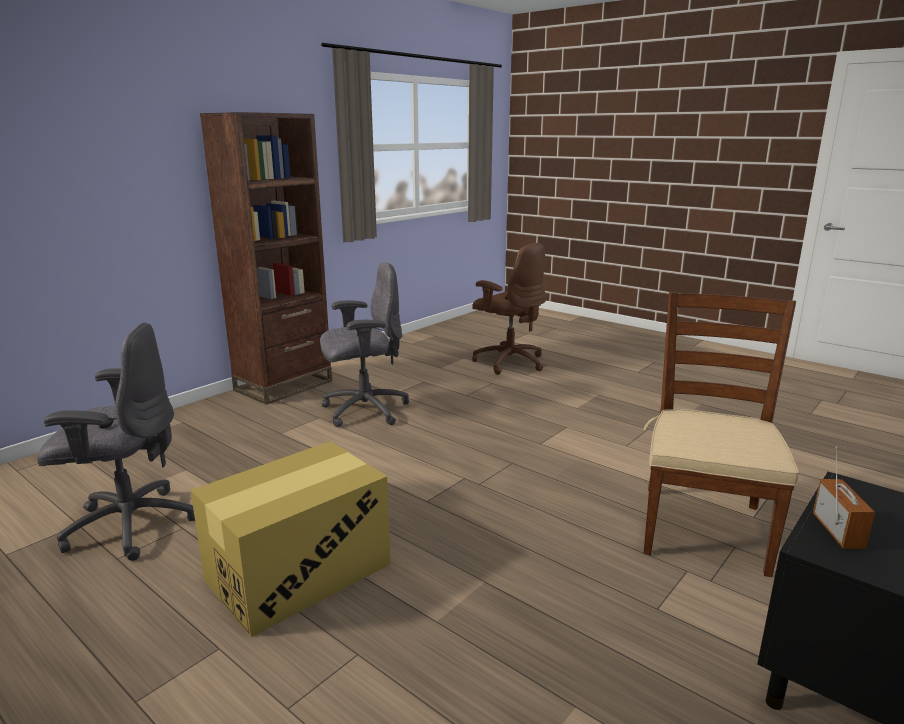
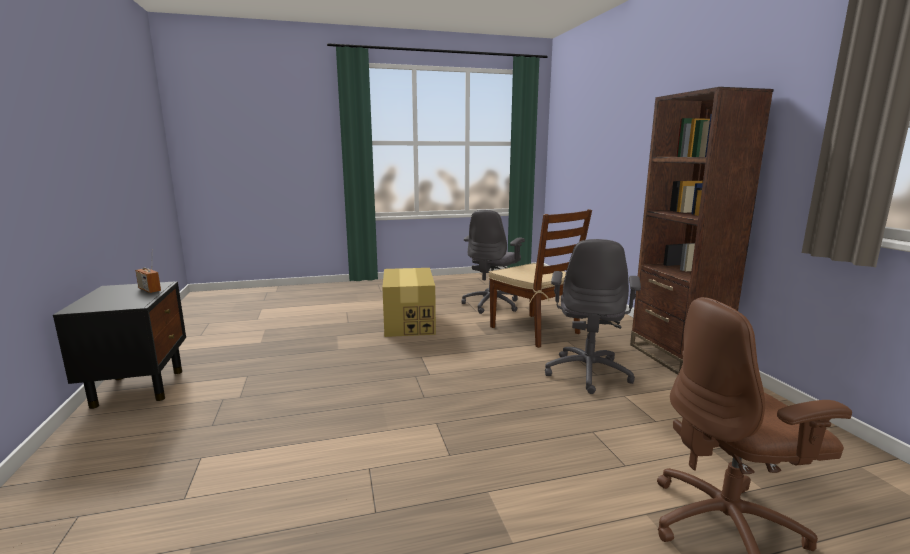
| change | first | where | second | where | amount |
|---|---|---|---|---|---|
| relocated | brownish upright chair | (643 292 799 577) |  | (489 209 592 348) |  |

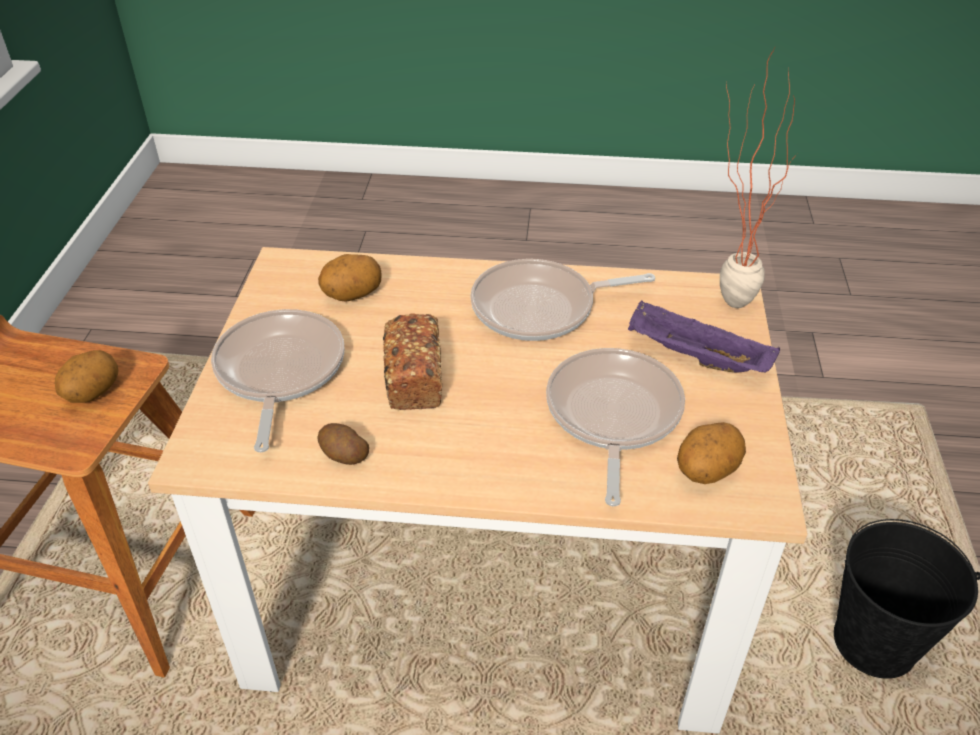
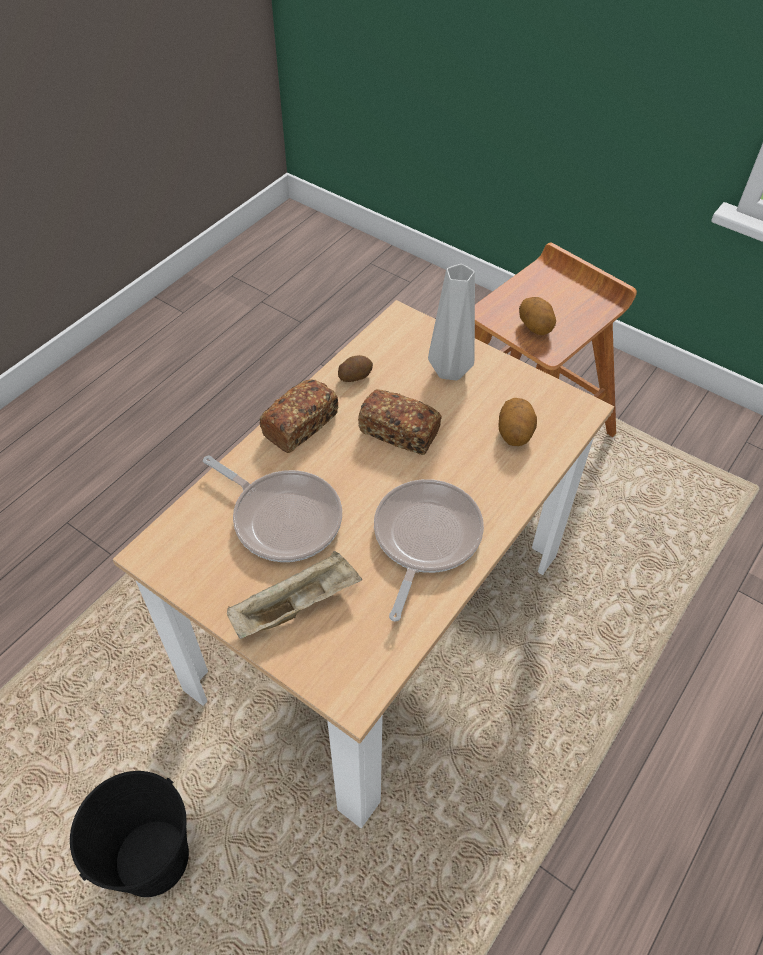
| change | first | where | second | where | amount |
|---|---|---|---|---|---|
| missing | plant in a pot | (720 47 797 308) |  |  |  |
| colour | purplish serving tray | (628 301 780 373) | beige-coloured serving tray | (227 551 362 639) |  |
| exchanged | pan | (211 309 345 453) | gray decorative vase | (428 264 475 381) |  |
| missing | spud | (677 422 746 484) |  |  |  |
| appeared |  |  | bread | (259 379 339 453) |  |

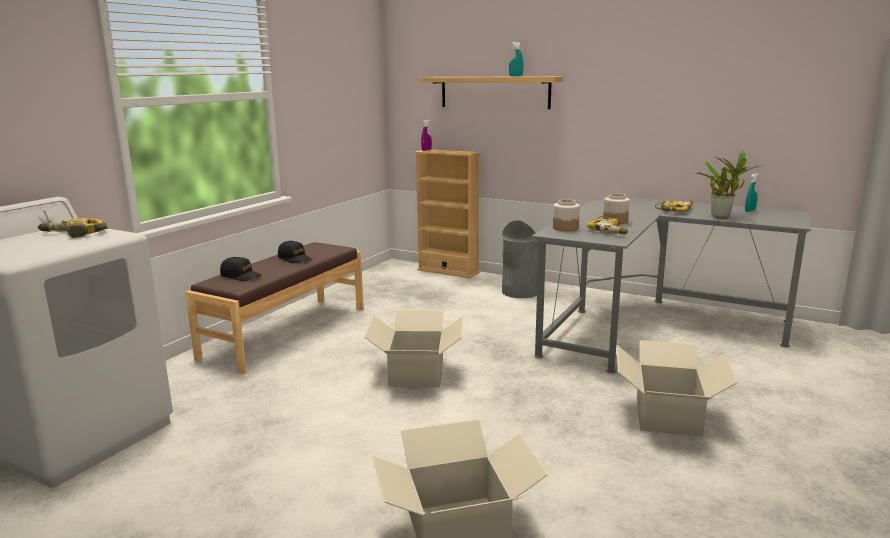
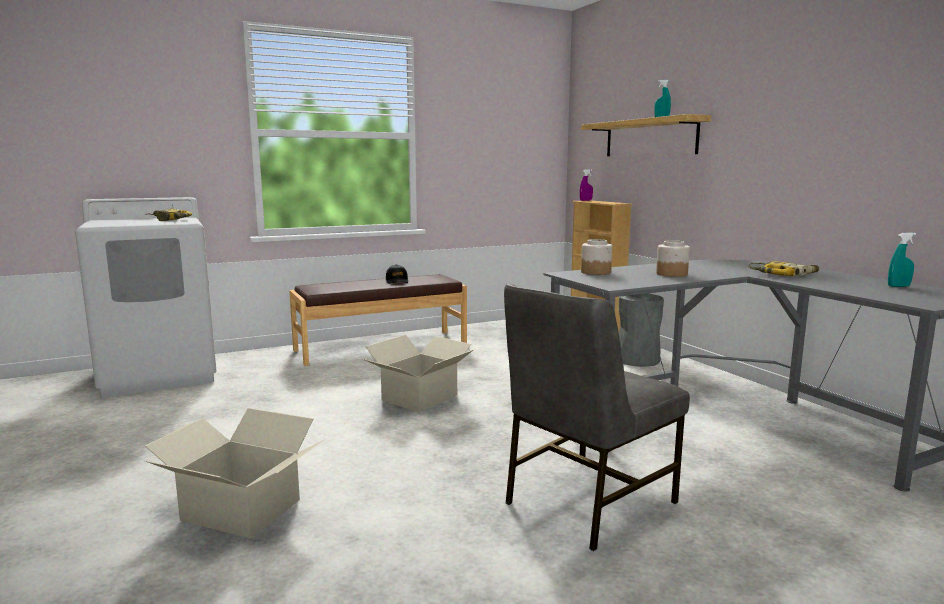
| change | first | where | second | where | amount |
|---|---|---|---|---|---|
| missing | plant in a pot | (695 151 763 219) |  |  |  |
| missing | drill | (586 216 632 234) |  |  |  |
| missing | black-coloured peaked cap | (220 257 262 281) |  |  |  |
| exchanged | packing box | (616 340 738 437) | gray upright chair | (504 283 690 551) |  |

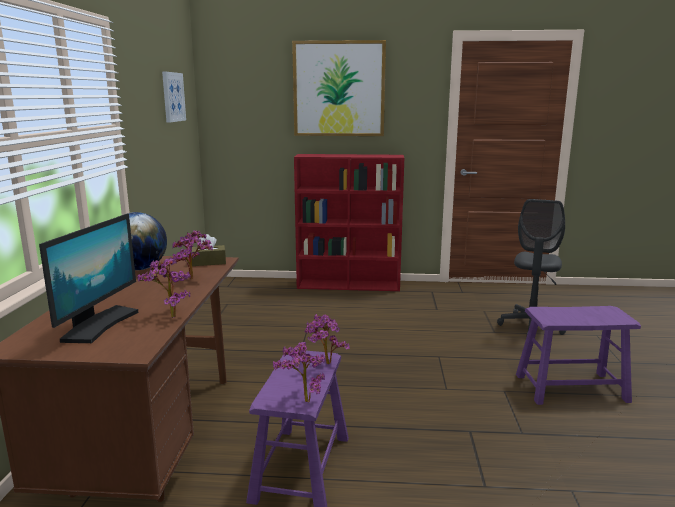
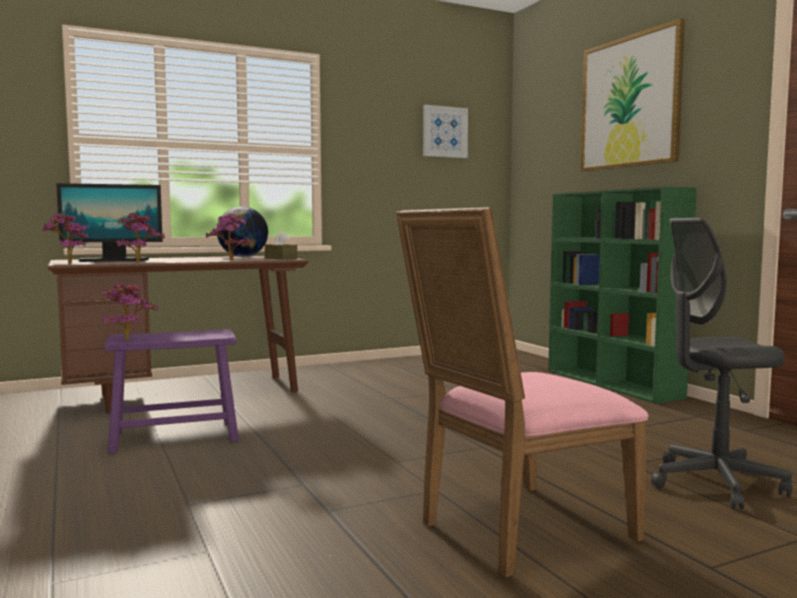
| change | first | where | second | where | amount |
|---|---|---|---|---|---|
| colour | reddish bookcase | (294 154 404 291) | green bookcase | (548 187 697 404) |  |
| exchanged | purplish sitting stool | (516 306 641 405) | pinkish upright chair | (396 207 648 578) |  |
| relocated | plant in a pot | (304 314 350 364) |  | (42 212 89 264) |  |

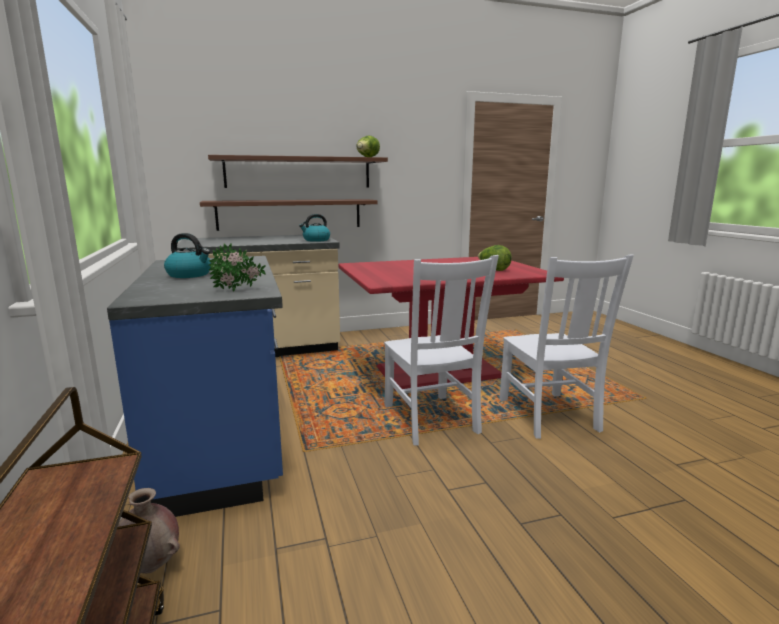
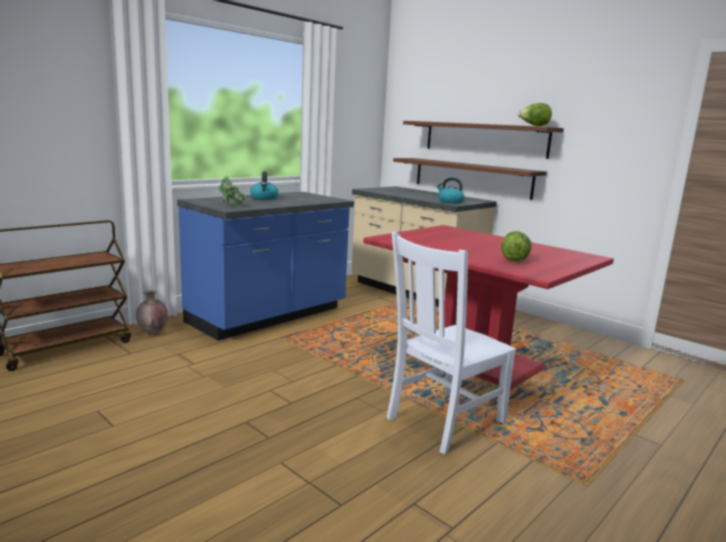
| change | first | where | second | where | amount |
|---|---|---|---|---|---|
| missing | whitish upright chair | (384 255 499 445) |  |  |  |

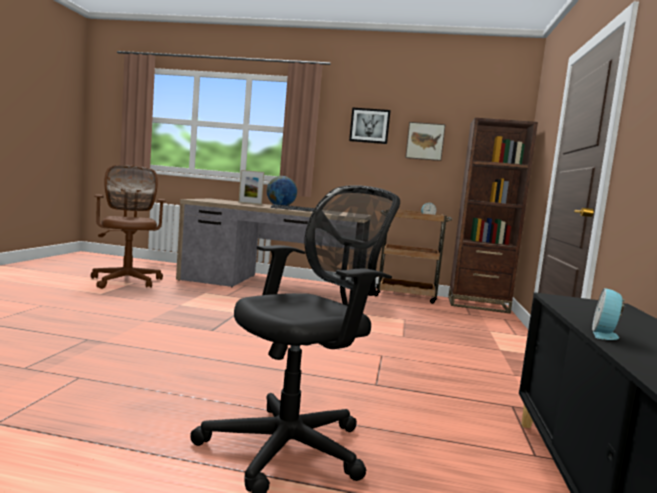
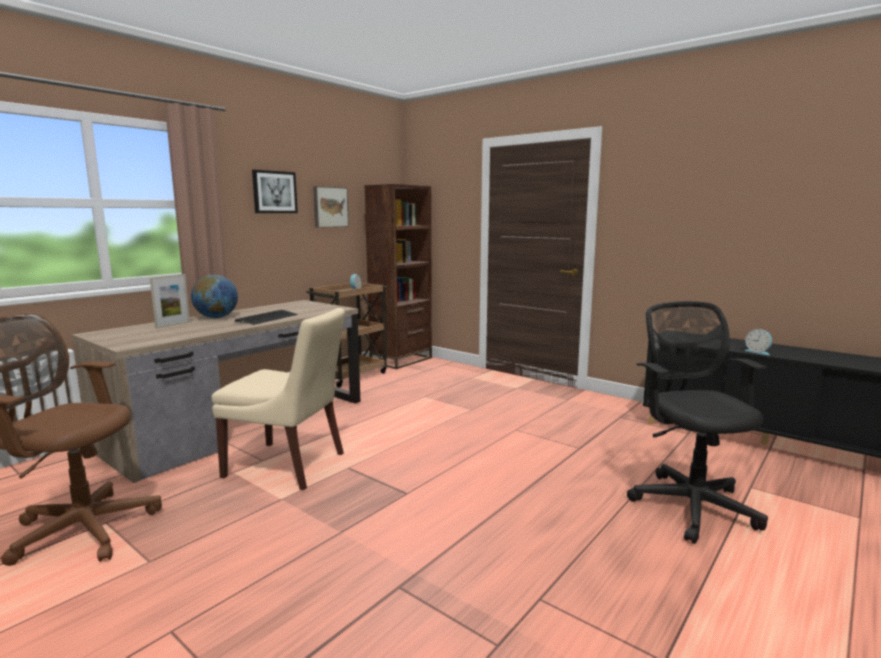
| change | first | where | second | where | amount |
|---|---|---|---|---|---|
| appeared |  |  | beige-coloured upright chair | (212 308 345 490) |  |

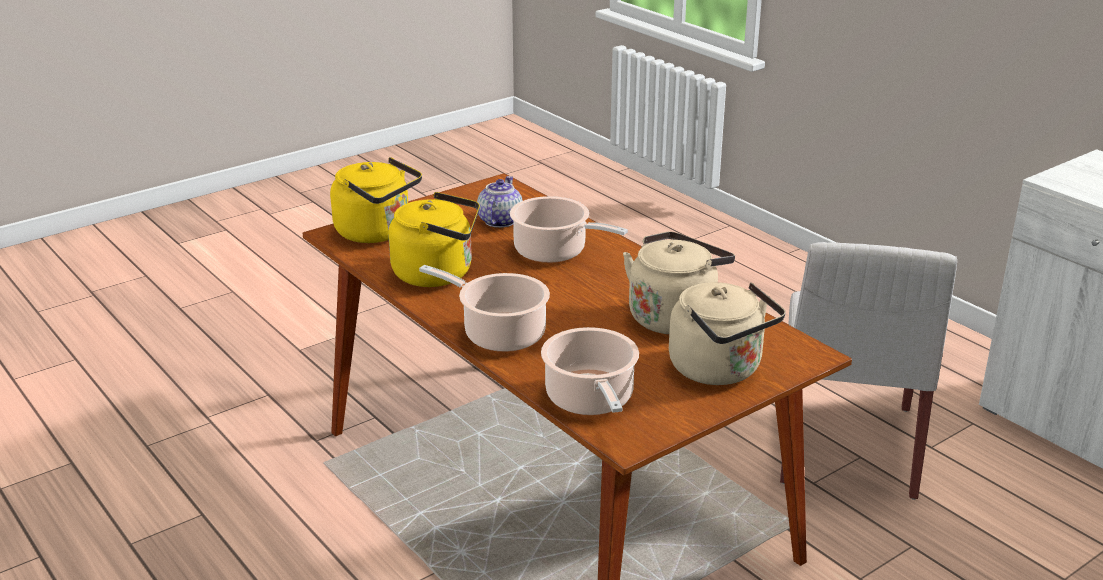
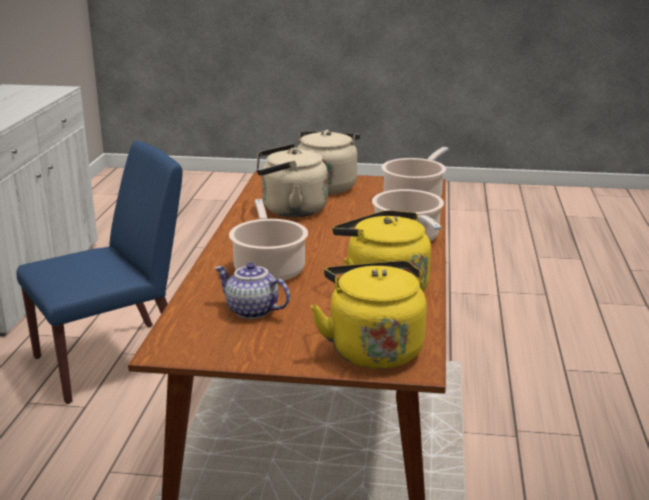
| change | first | where | second | where | amount |
|---|---|---|---|---|---|
| spun | tea pot | (477 176 523 228) |  | (215 263 290 319) | 60 degrees clockwise |
| colour | whitish upright chair | (780 242 957 500) | blue-coloured upright chair | (17 141 182 404) |  |

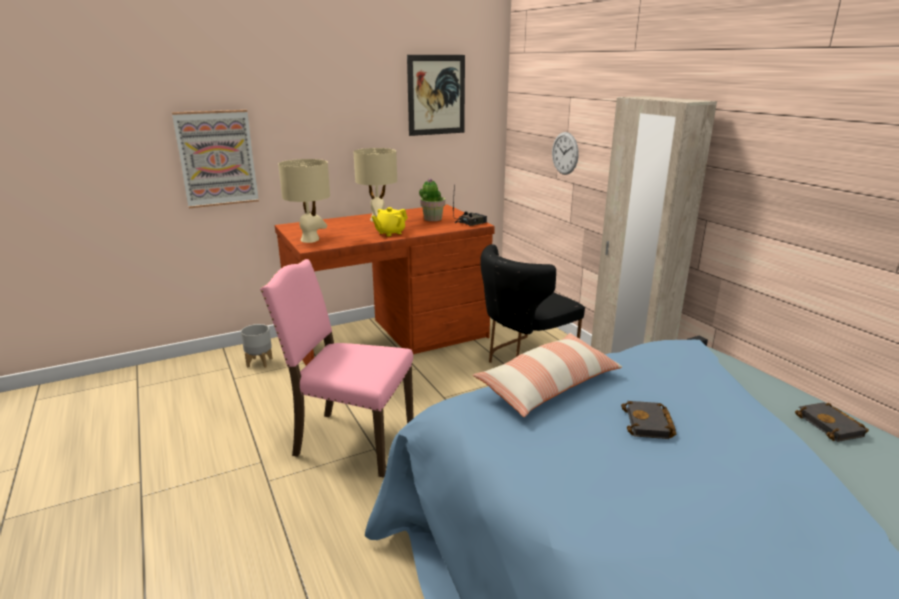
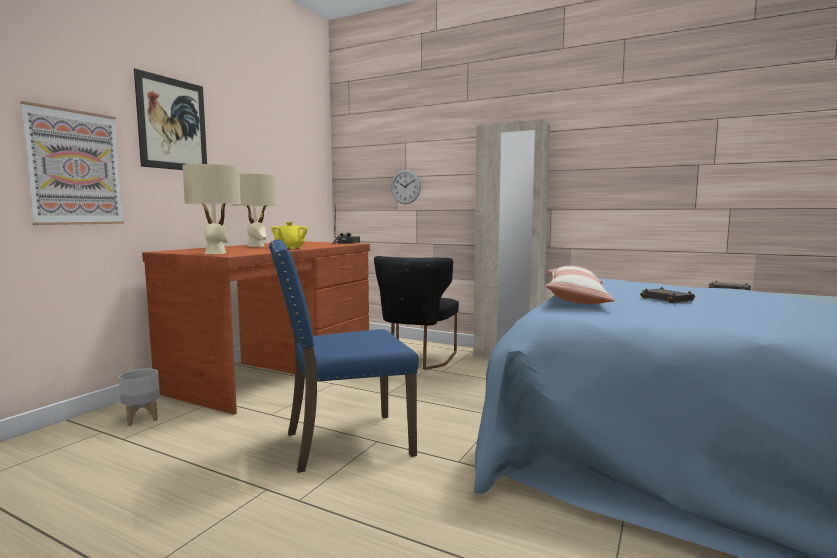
| change | first | where | second | where | amount |
|---|---|---|---|---|---|
| relocated | wall art | (407 55 465 136) |  | (134 68 207 170) |  |
| missing | plant in a pot | (419 178 445 221) |  |  |  |
| colour | pinkish upright chair | (260 259 414 478) | blue-coloured upright chair | (269 239 419 473) |  |

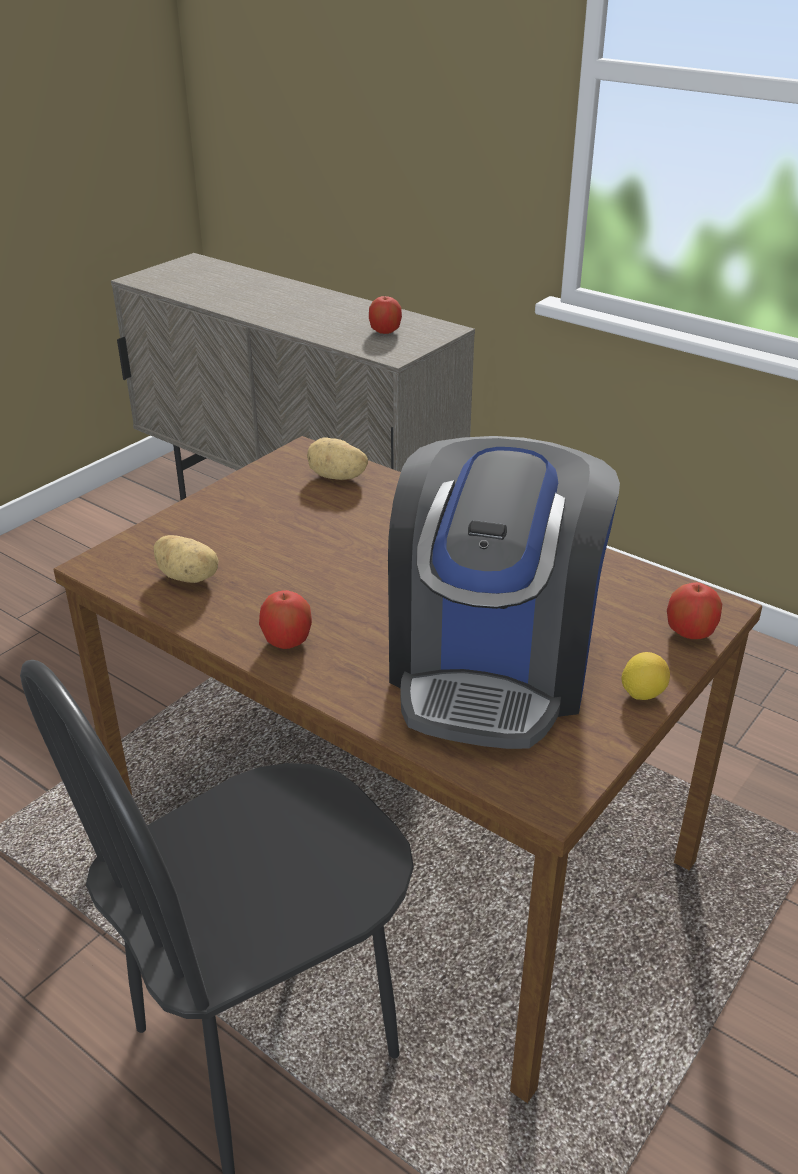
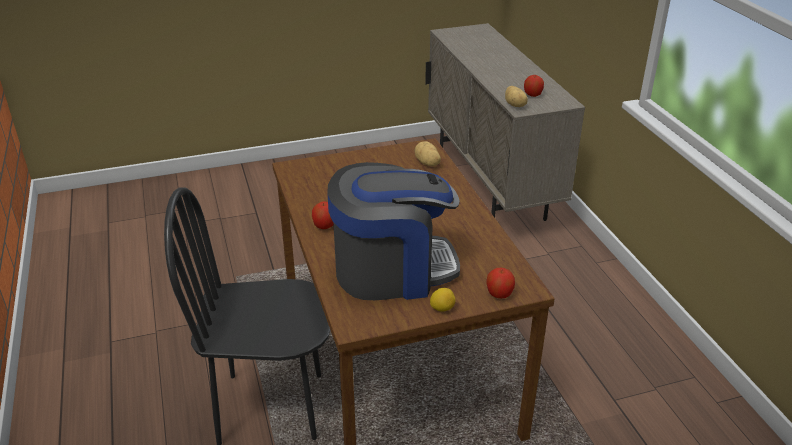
| change | first | where | second | where | amount |
|---|---|---|---|---|---|
| spun | coffee machine | (388 436 620 749) |  | (328 162 460 300) | 150 degrees counterclockwise |
| relocated | spud | (154 535 218 583) |  | (505 86 528 107) |  |

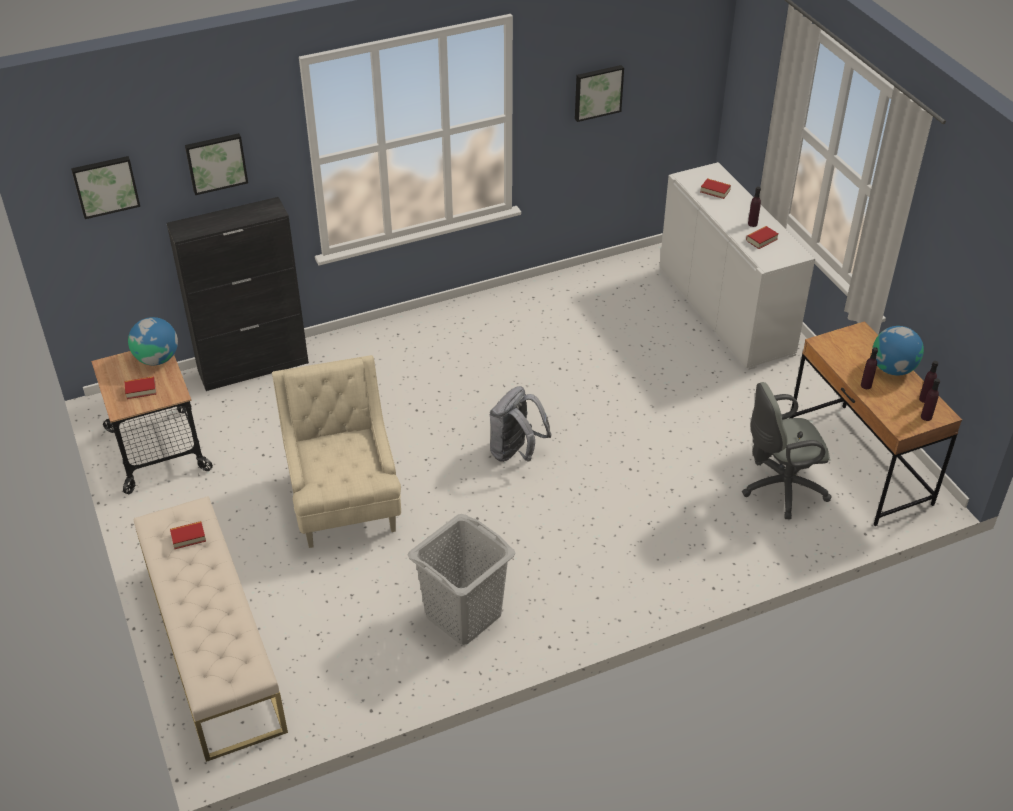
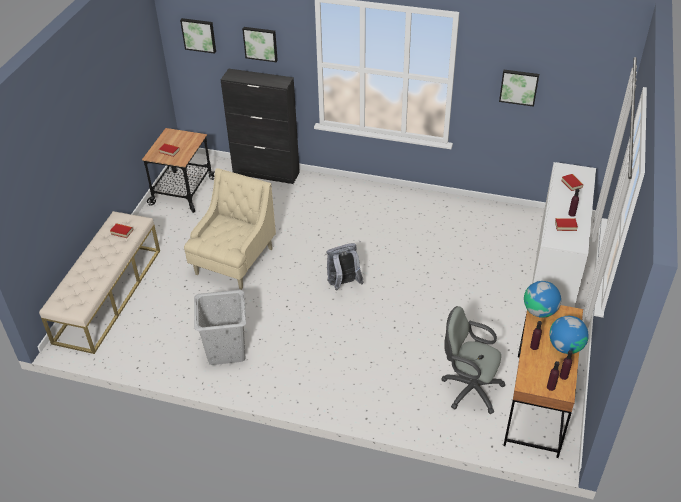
| change | first | where | second | where | amount |
|---|---|---|---|---|---|
| relocated | desk globe | (128 317 178 365) |  | (524 281 561 318) |  |

